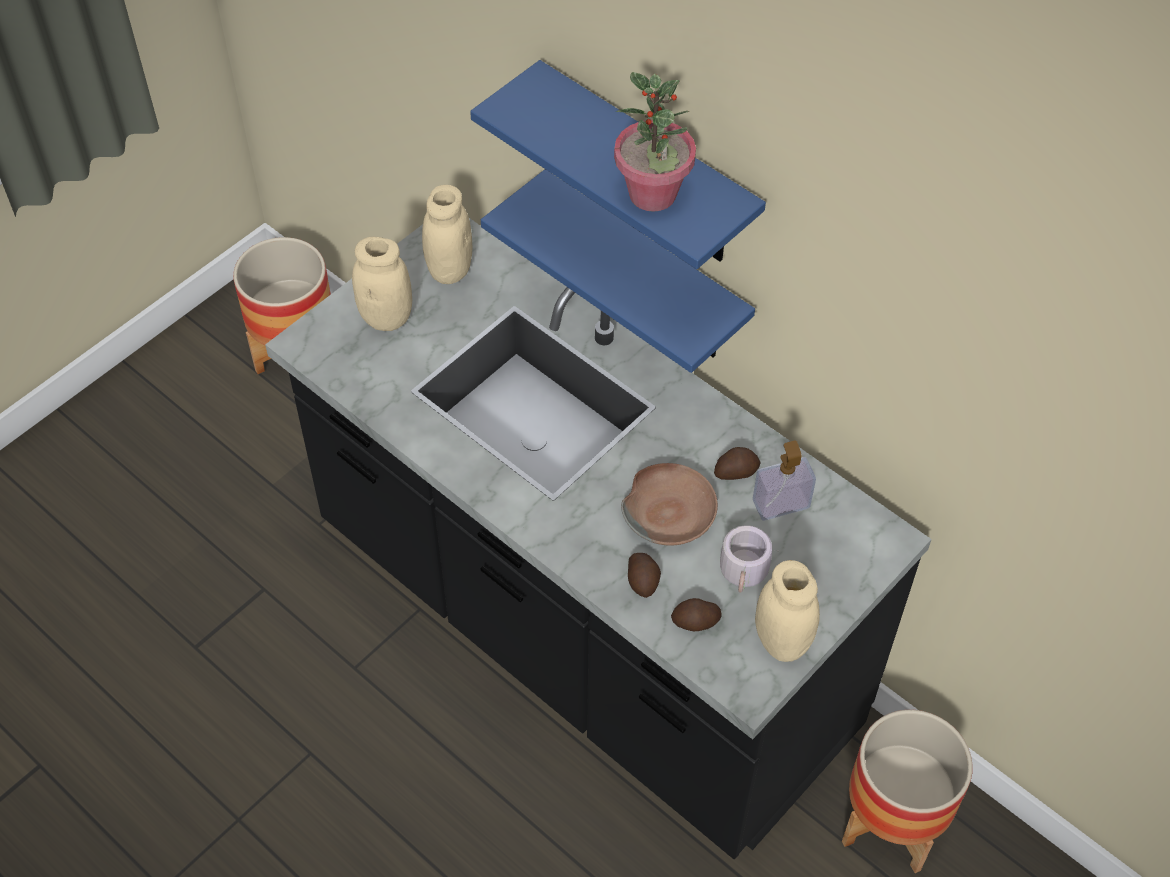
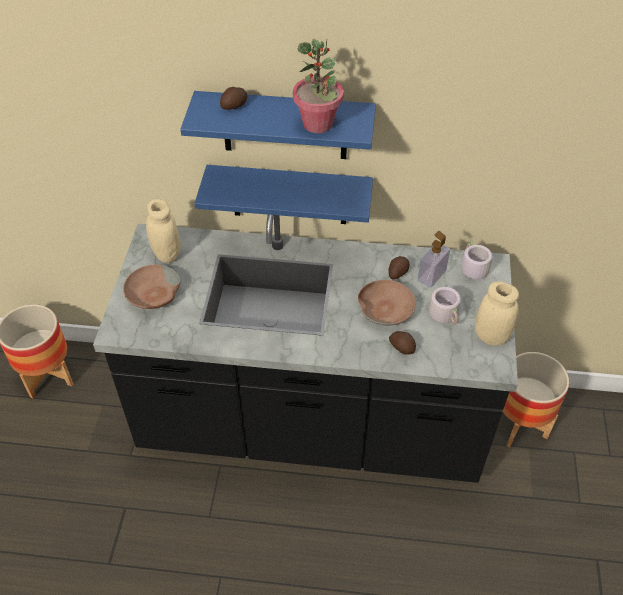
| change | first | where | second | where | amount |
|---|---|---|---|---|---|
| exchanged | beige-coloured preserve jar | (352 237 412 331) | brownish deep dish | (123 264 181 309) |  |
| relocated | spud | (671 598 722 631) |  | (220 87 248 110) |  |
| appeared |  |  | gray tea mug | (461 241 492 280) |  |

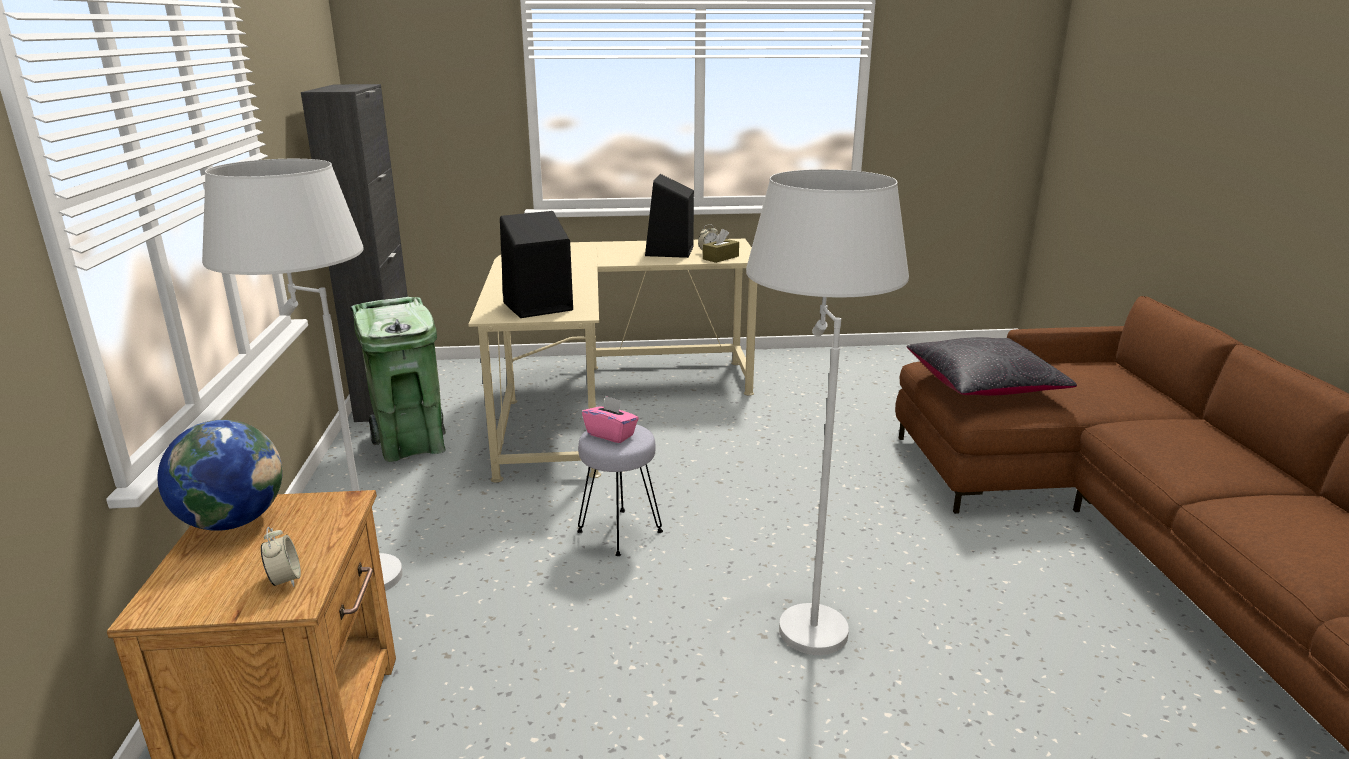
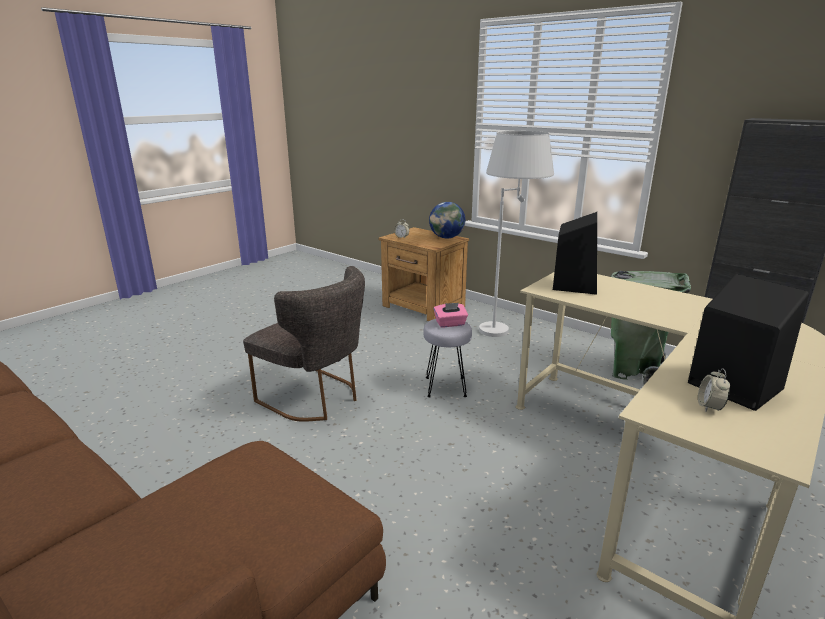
| change | first | where | second | where | amount |
|---|---|---|---|---|---|
| exchanged | whitish standing lamp | (746 169 909 655) | gray upright chair | (243 266 365 422) |  |
| missing | brownish tissue box | (703 229 739 263) |  |  |  |
| missing | black-coloured cushion | (906 337 1077 396) |  |  |  |

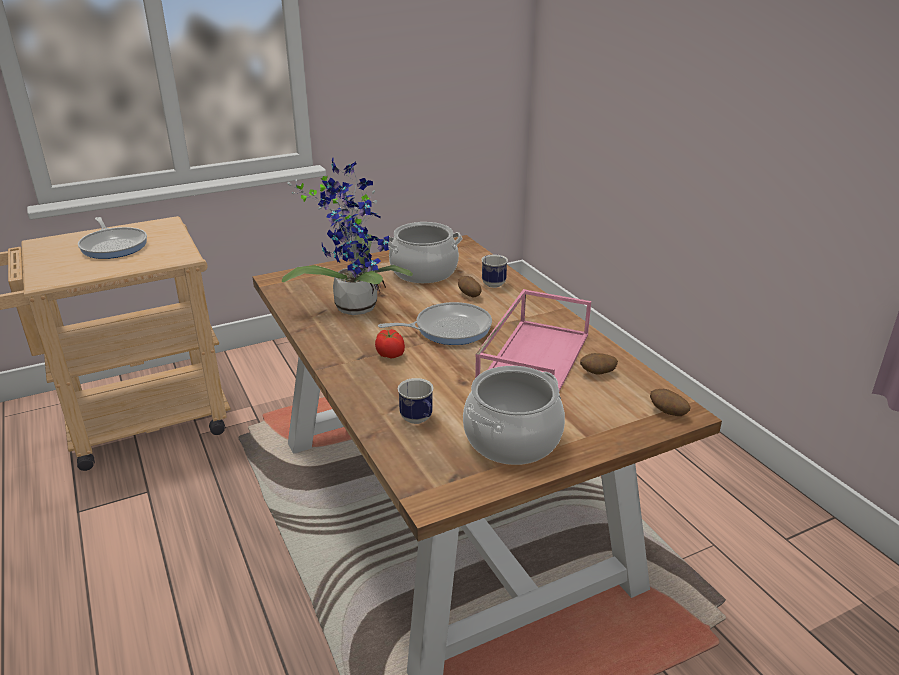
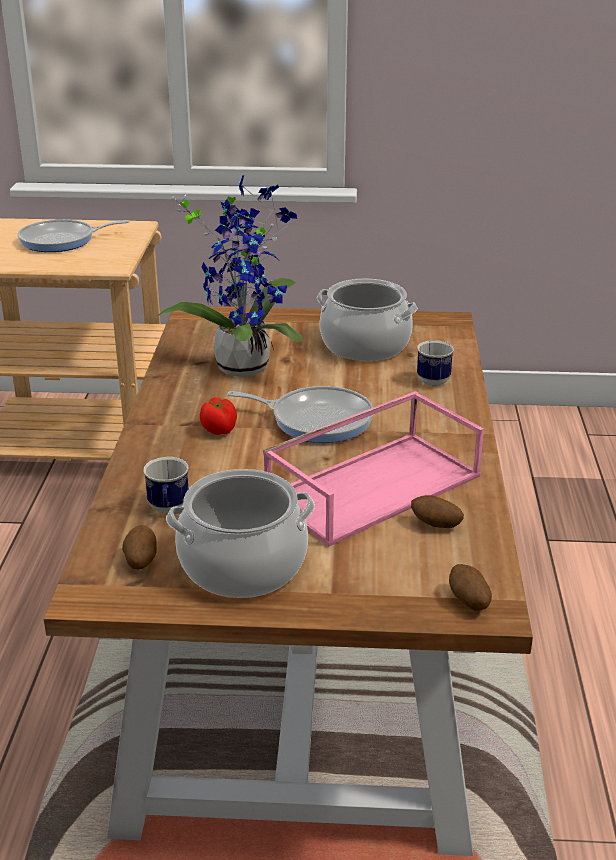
| change | first | where | second | where | amount |
|---|---|---|---|---|---|
| spun | pan | (78 217 147 259) |  | (17 219 130 252) | 75 degrees clockwise |
| relocated | spud | (458 276 482 297) |  | (122 525 157 570) |  |

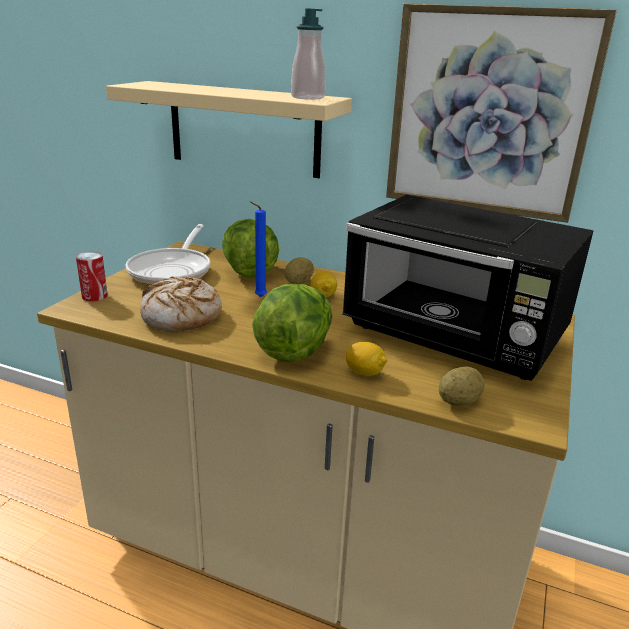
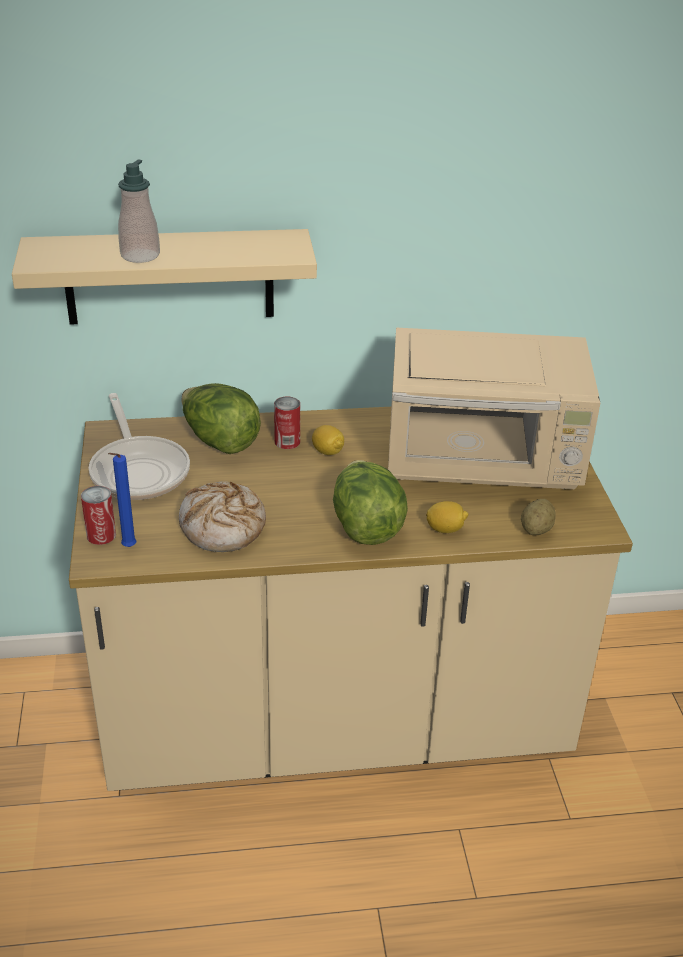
| change | first | where | second | where | amount |
|---|---|---|---|---|---|
| missing | wall art | (386 4 617 223) |  |  |  |
| relocated | liquid soap bottle | (291 8 326 100) |  | (118 160 160 263) |  |
| colour | black-coloured kitchen microwave | (342 195 594 381) | beige-coloured kitchen microwave | (388 328 600 489) |  |
| relocated | blue-coloured wax light | (250 201 267 297) |  | (108 453 137 547) |  |
| exchanged | spud | (284 257 314 284) | can | (274 397 300 449) |  |

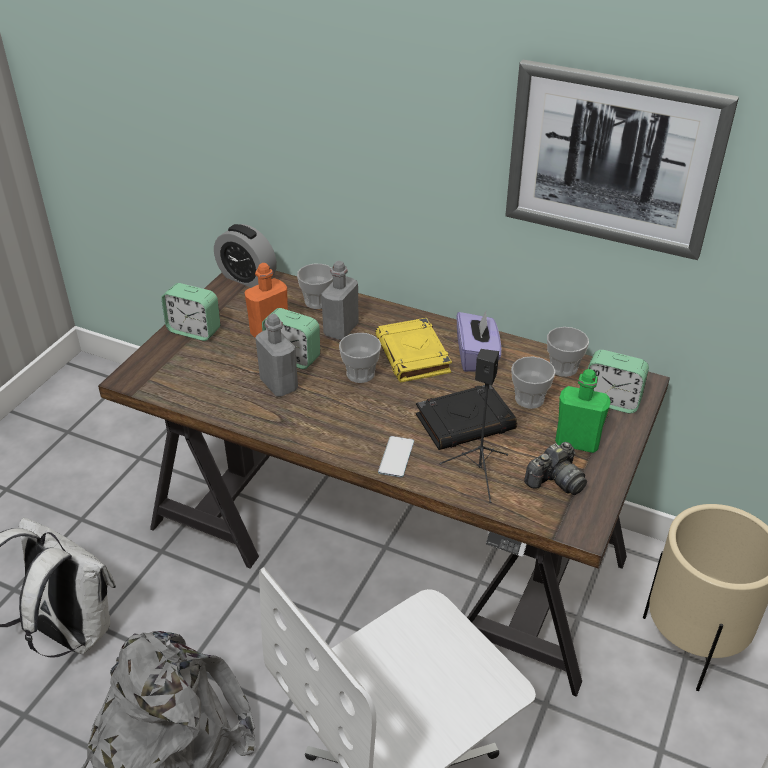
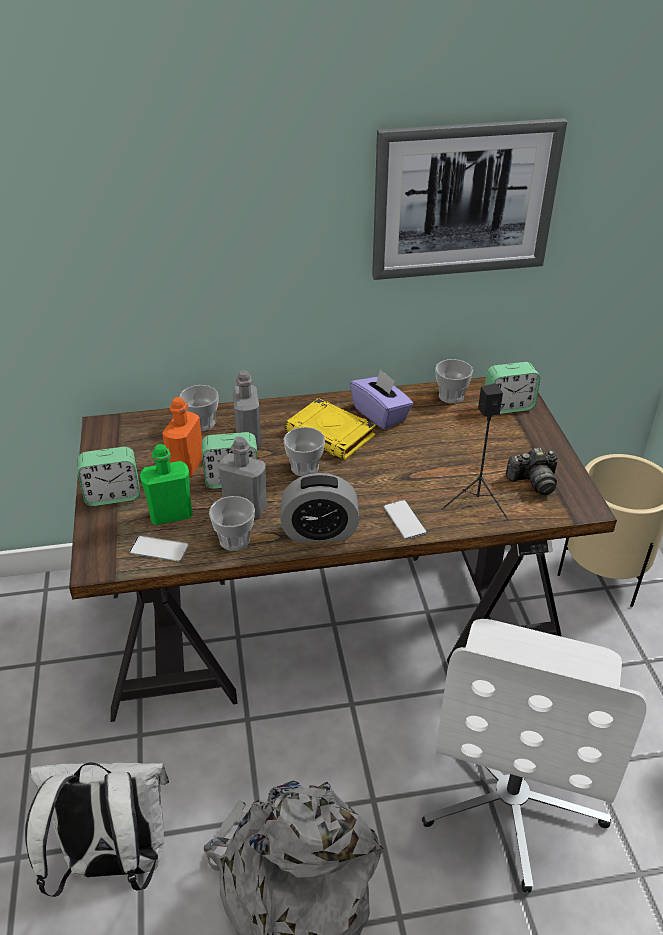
| change | first | where | second | where | amount |
|---|---|---|---|---|---|
| relocated | bedside clock | (214 224 277 288) |  | (281 473 359 543) |  |
| relocated | drinking cup | (511 356 556 409) |  | (209 496 255 551) |  |
| relocated | green bottle | (555 369 611 453) |  | (140 444 193 525) |  |
| missing | black-coloured book | (416 384 517 450) |  |  |  |
| spun | still camera | (524 442 587 495) |  | (506 448 558 495) | 60 degrees clockwise |
| appeared |  |  | telephone | (129 536 189 562) |  |

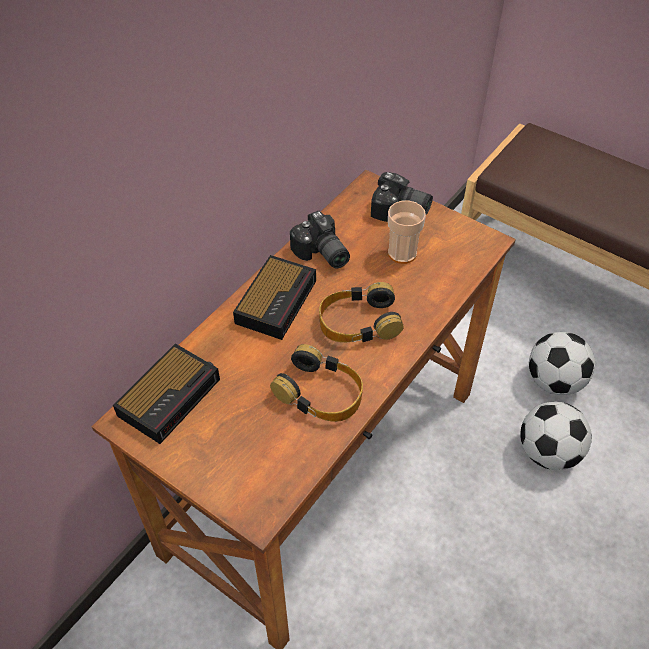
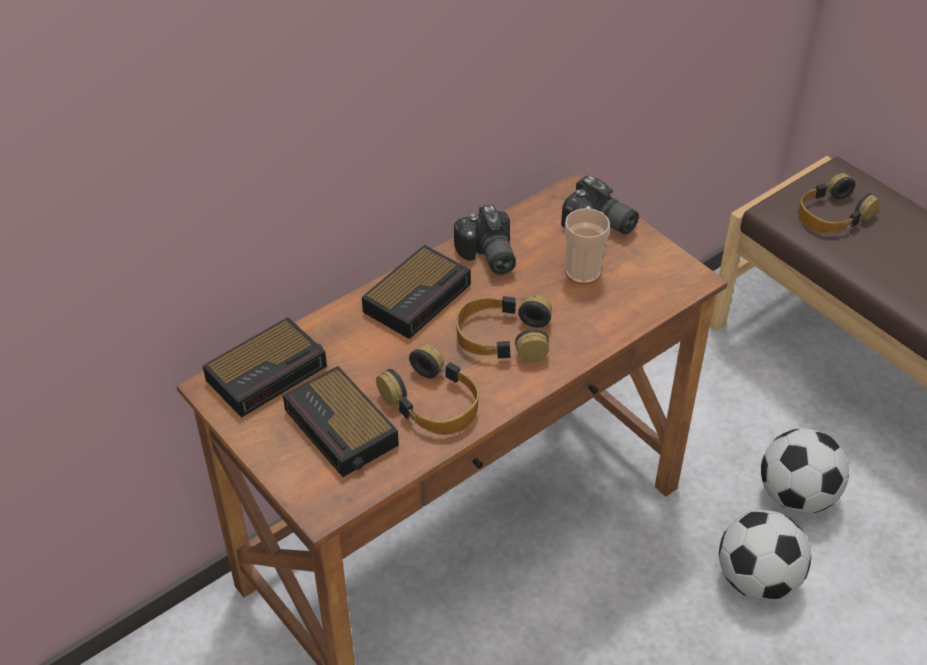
| change | first | where | second | where | amount |
|---|---|---|---|---|---|
| appeared |  |  | pair of headphones | (799 173 880 233) |  |
| appeared |  |  | bedside clock | (283 366 399 477) |  |

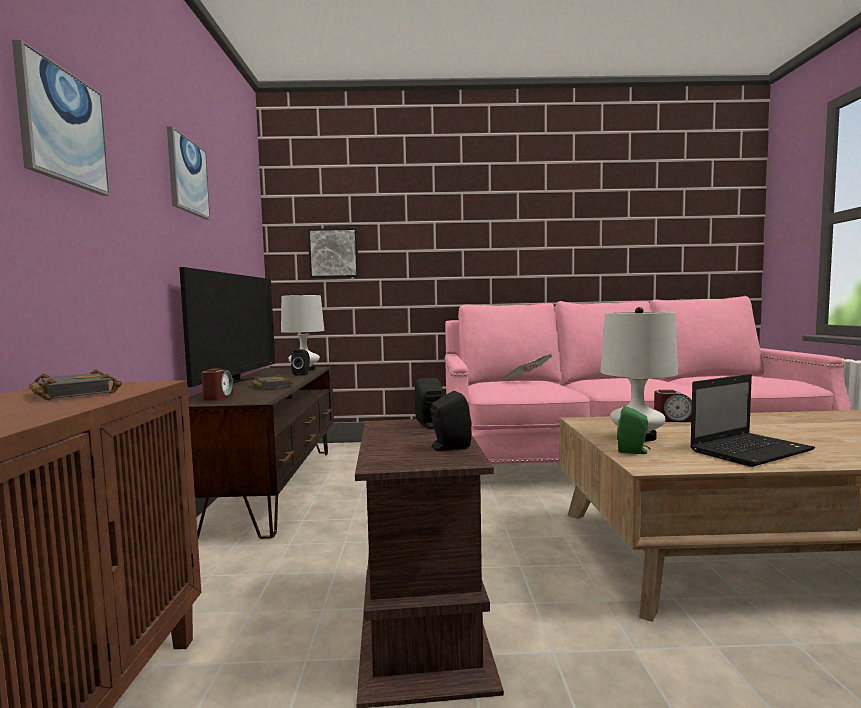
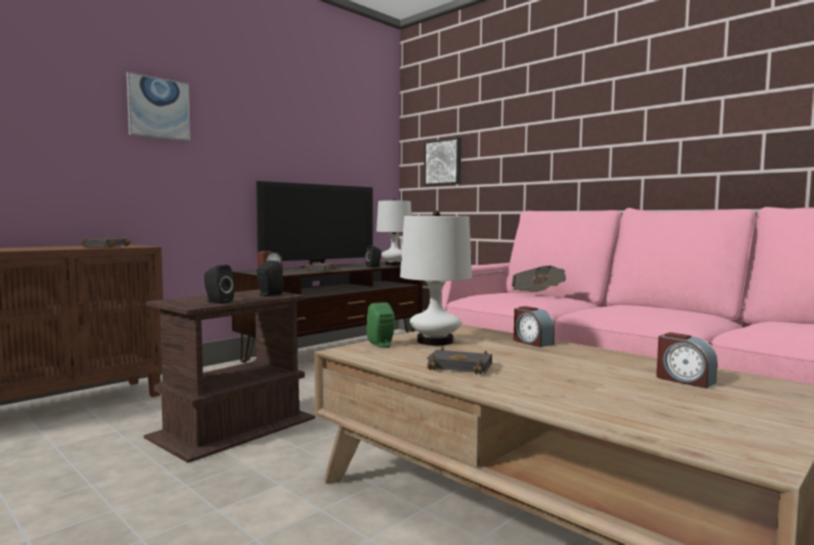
| change | first | where | second | where | amount |
|---|---|---|---|---|---|
| missing | wall art | (167 127 210 219) |  |  |  |
| exchanged | notebook computer | (690 374 815 467) | black-coloured book | (427 347 492 374) |  |
| appeared |  |  | bedside clock | (656 332 717 388) |  |

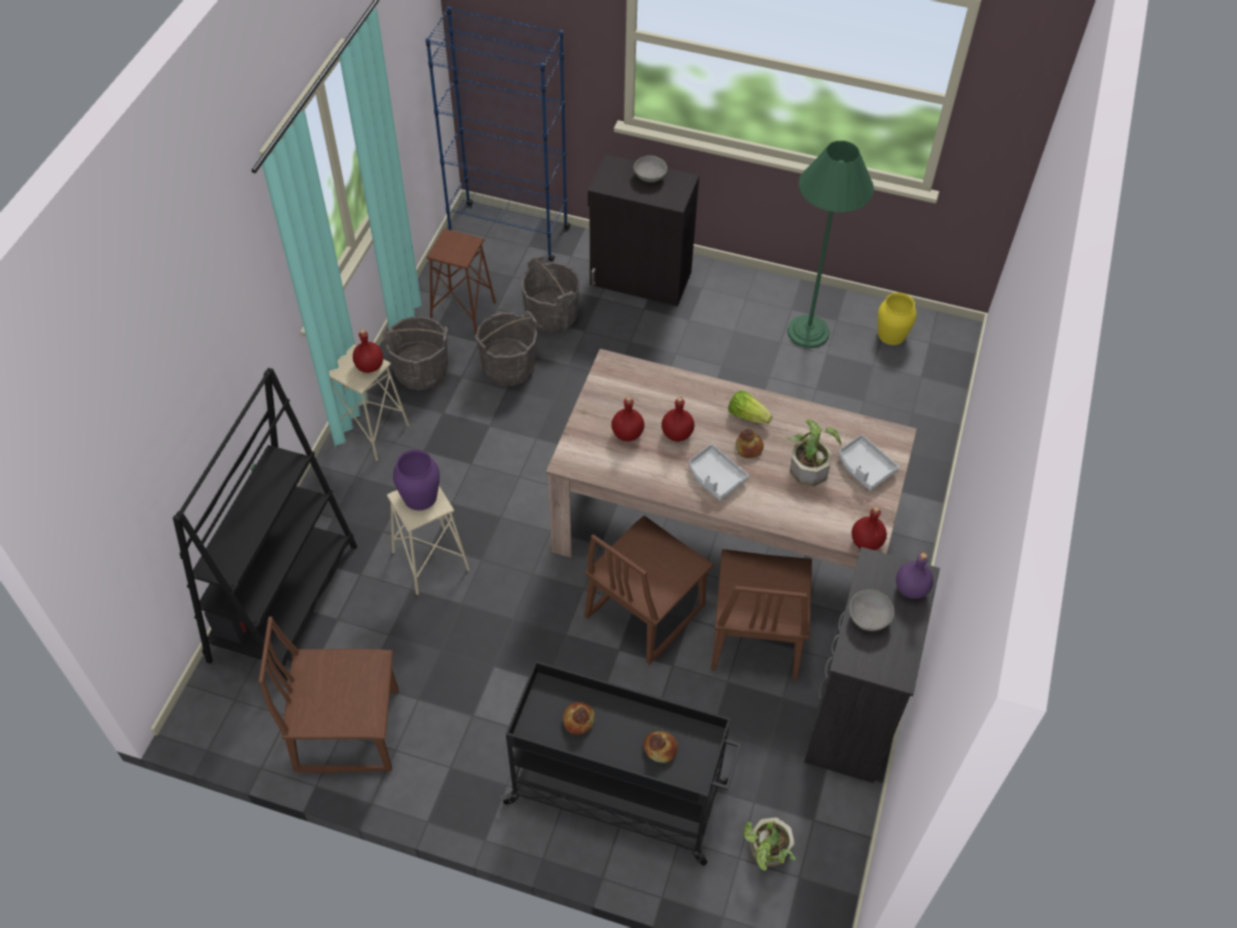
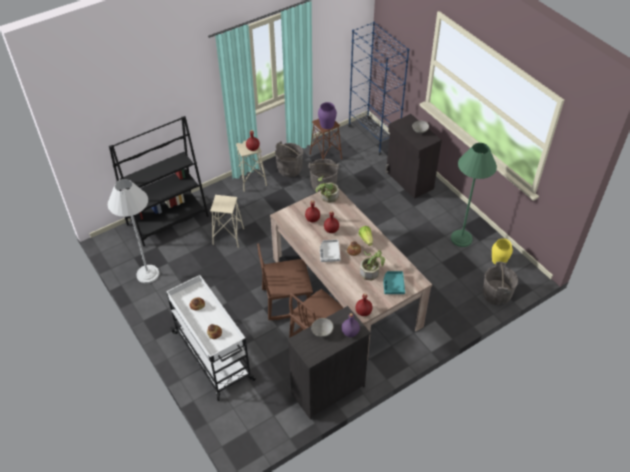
| change | first | where | second | where | amount |
|---|---|---|---|---|---|
| relocated | gray water bucket | (521 256 580 334) |  | (482 261 518 305) |  |
| colour | gray serving tray | (838 435 899 491) | blue-green serving tray | (383 271 405 294) |  |
| relocated | purplish decorative vase | (393 449 440 510) |  | (318 102 337 129) |  |
| exchanged | brownish upright chair | (259 616 399 773) | whitish standing lamp | (108 179 160 283) |  |
| colour | black-coloured cart | (500 661 742 866) | whitish cart | (166 275 256 401) |  |
| relocated | plant in a pot | (744 818 796 871) |  | (315 176 339 203) |  |

